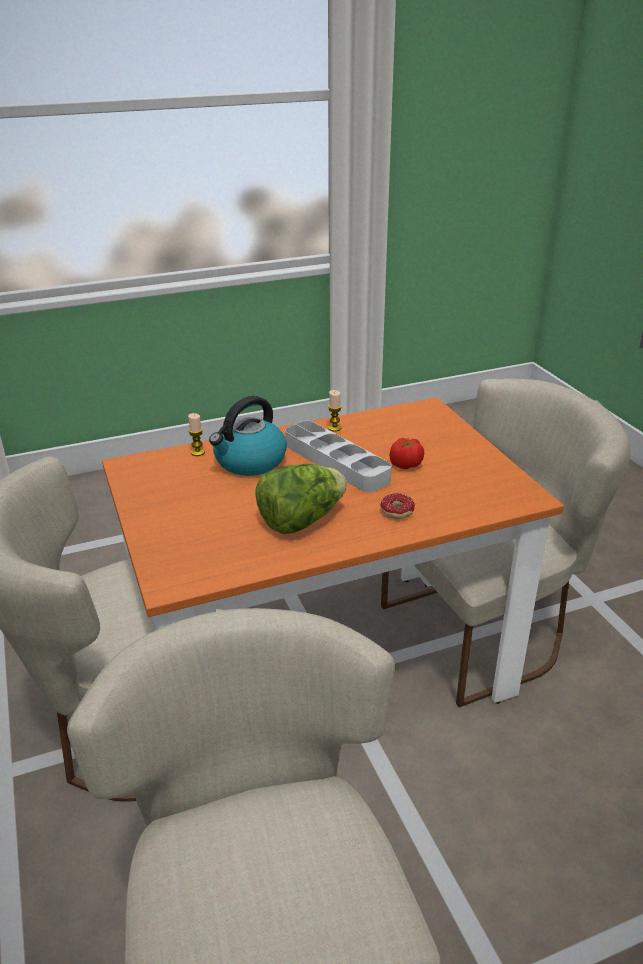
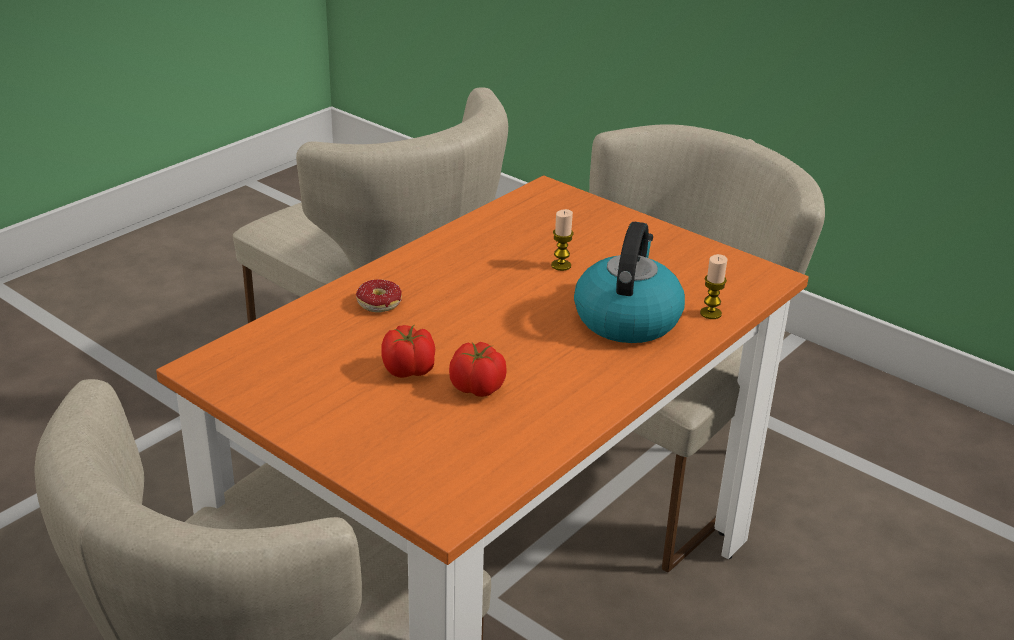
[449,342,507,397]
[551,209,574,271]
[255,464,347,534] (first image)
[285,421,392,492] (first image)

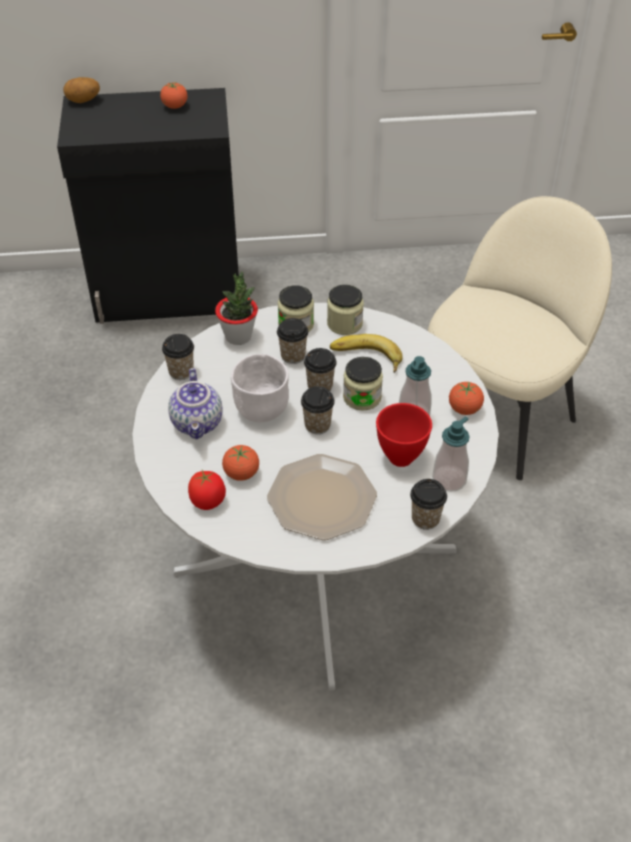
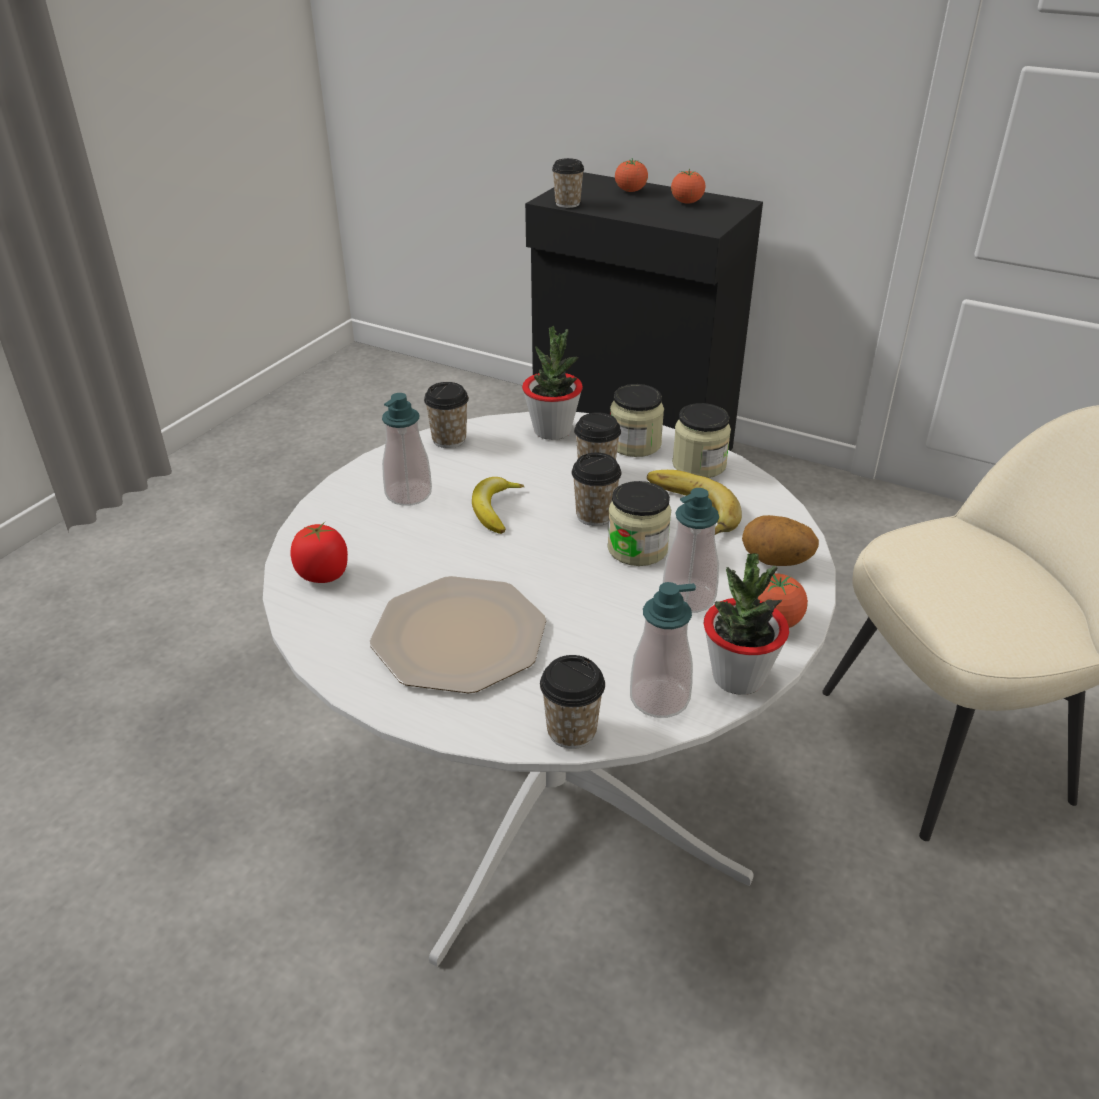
[382,393,432,506]
[472,477,524,534]
[552,158,584,208]
[615,158,648,192]
[704,553,789,695]
[742,515,819,566]
[376,403,432,467] (first image)

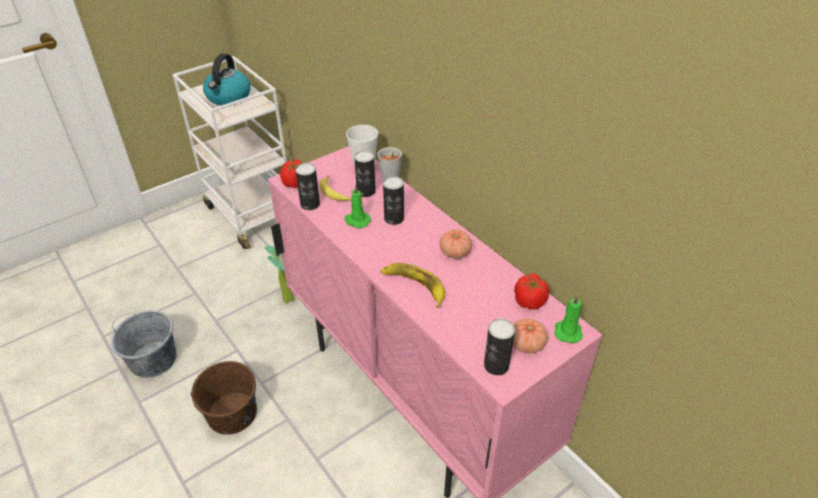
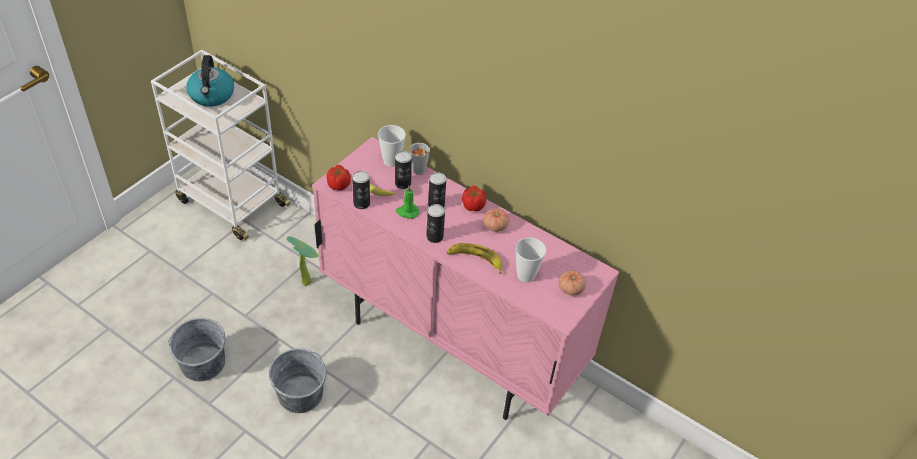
[269,348,326,413]
[426,204,445,243]
[462,186,486,211]
[515,238,546,282]
[554,294,583,343] (first image)

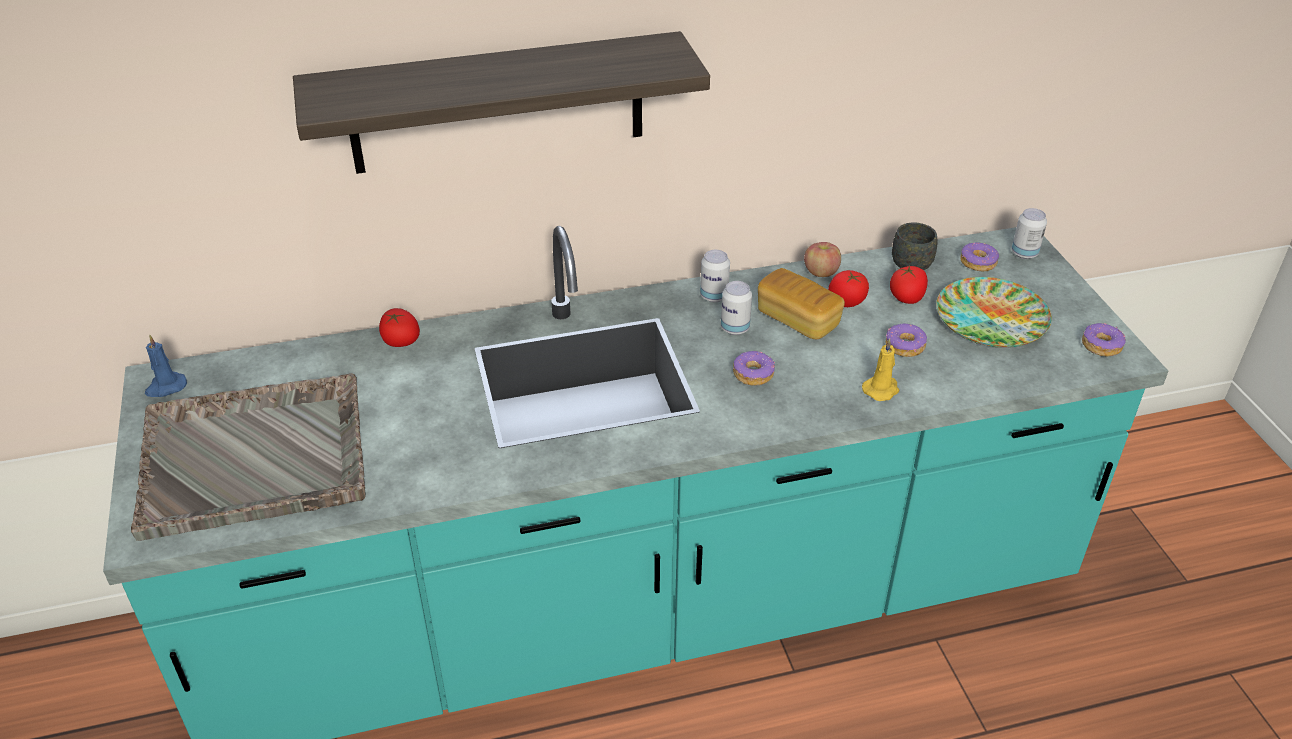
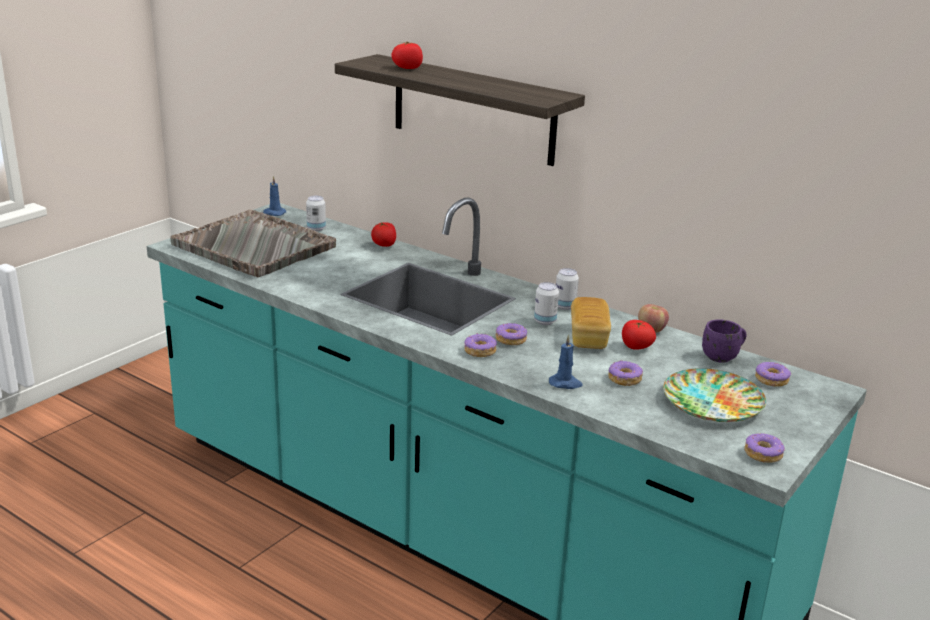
[306,196,326,231]
[391,41,423,69]
[464,333,497,357]
[549,335,582,389]
[702,319,746,363]

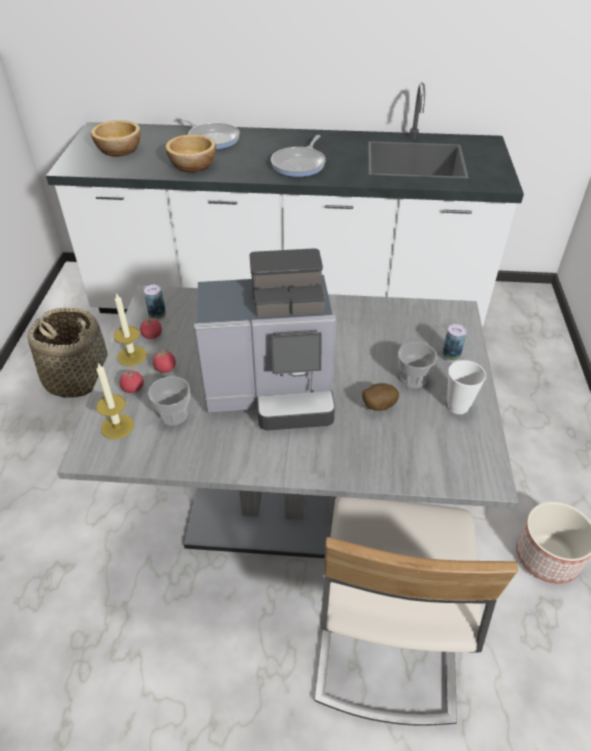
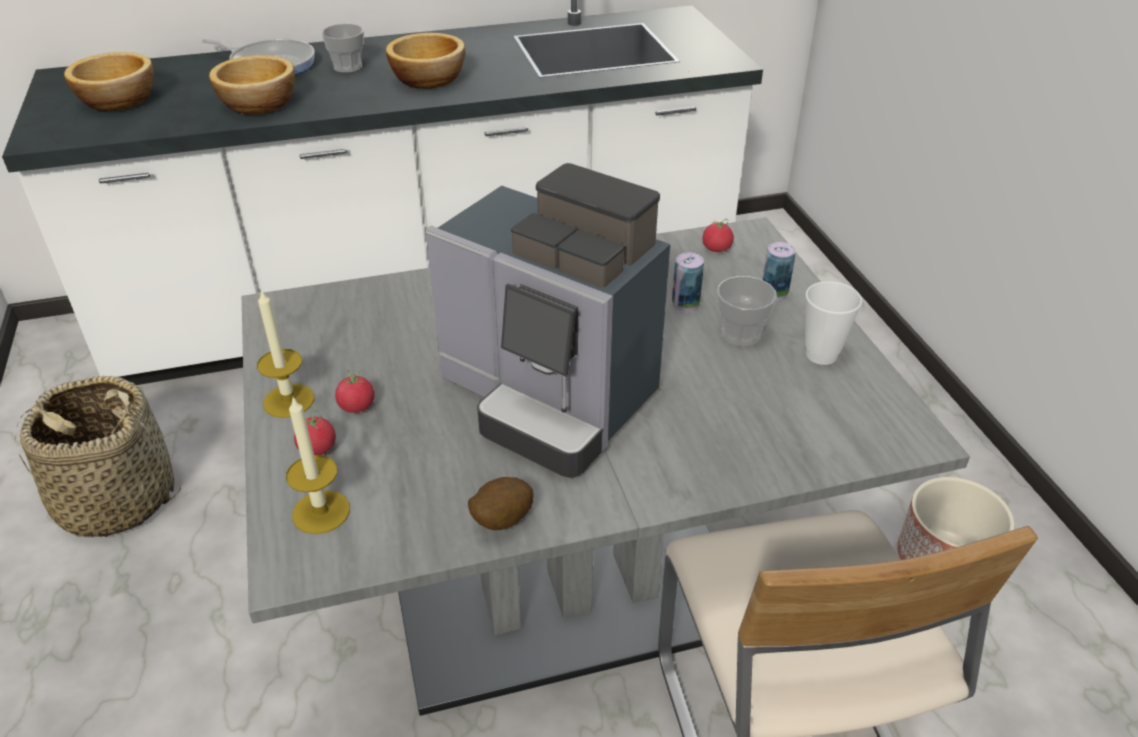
[321,24,364,73]
[386,33,465,89]
[425,163,670,478]
[468,477,534,530]
[672,253,704,313]
[702,219,734,252]

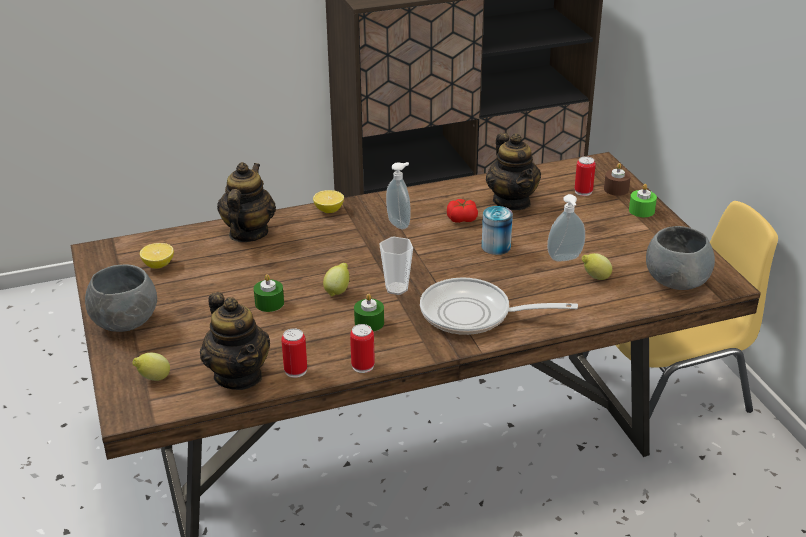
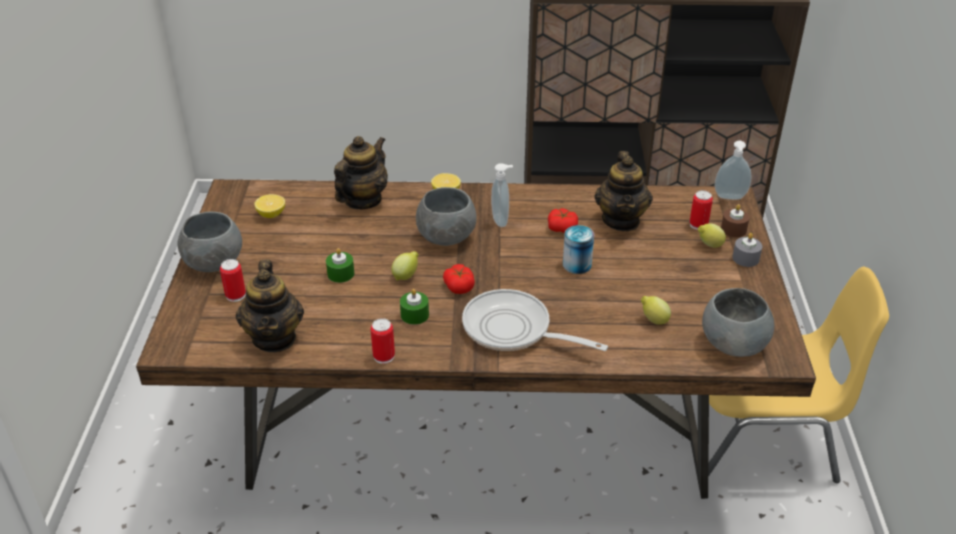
[220,259,246,302]
[416,187,477,246]
[443,264,475,294]
[698,223,726,248]
[715,141,752,200]
[732,233,762,267]

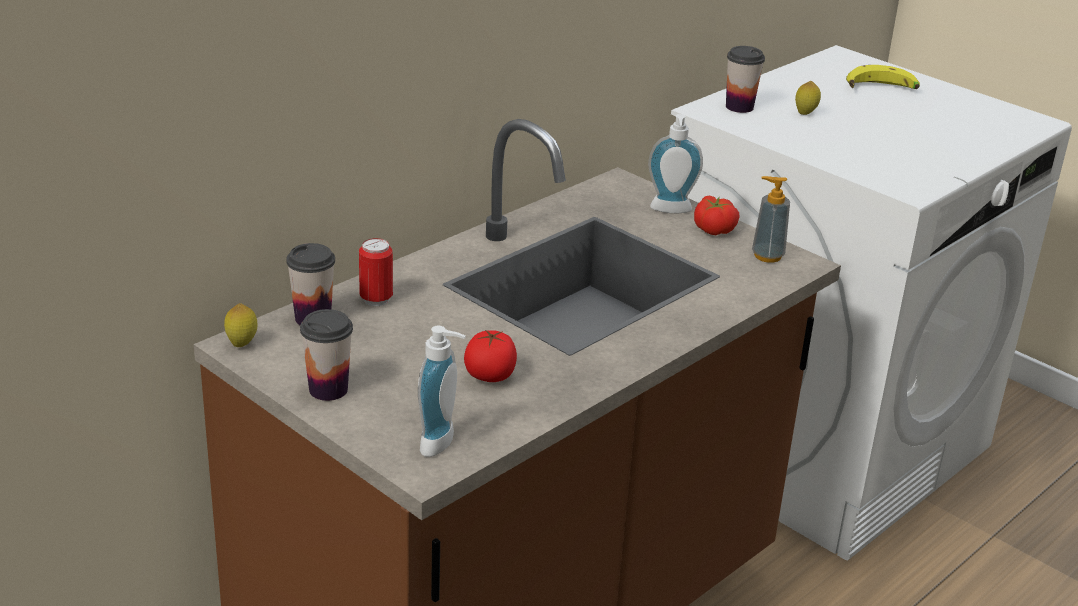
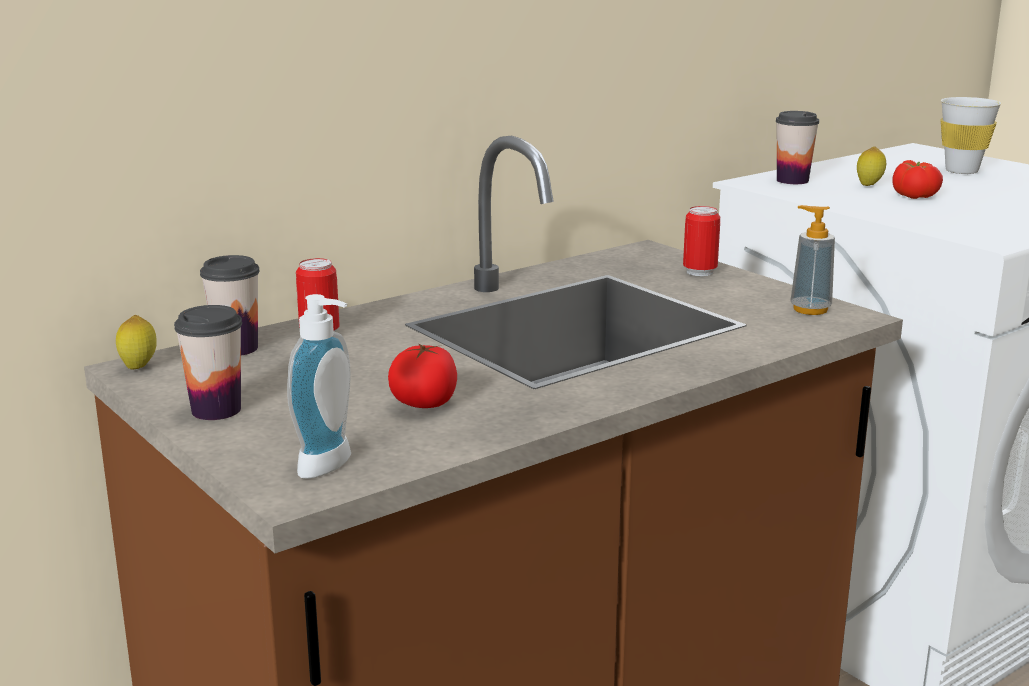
[683,206,720,276]
[892,160,943,199]
[940,97,1001,174]

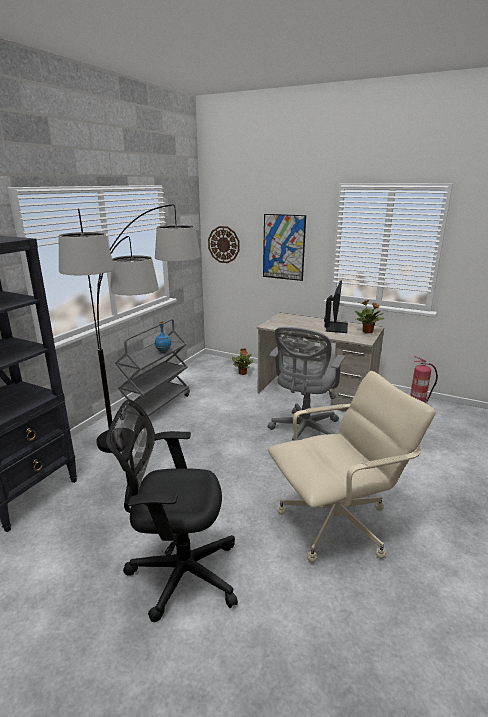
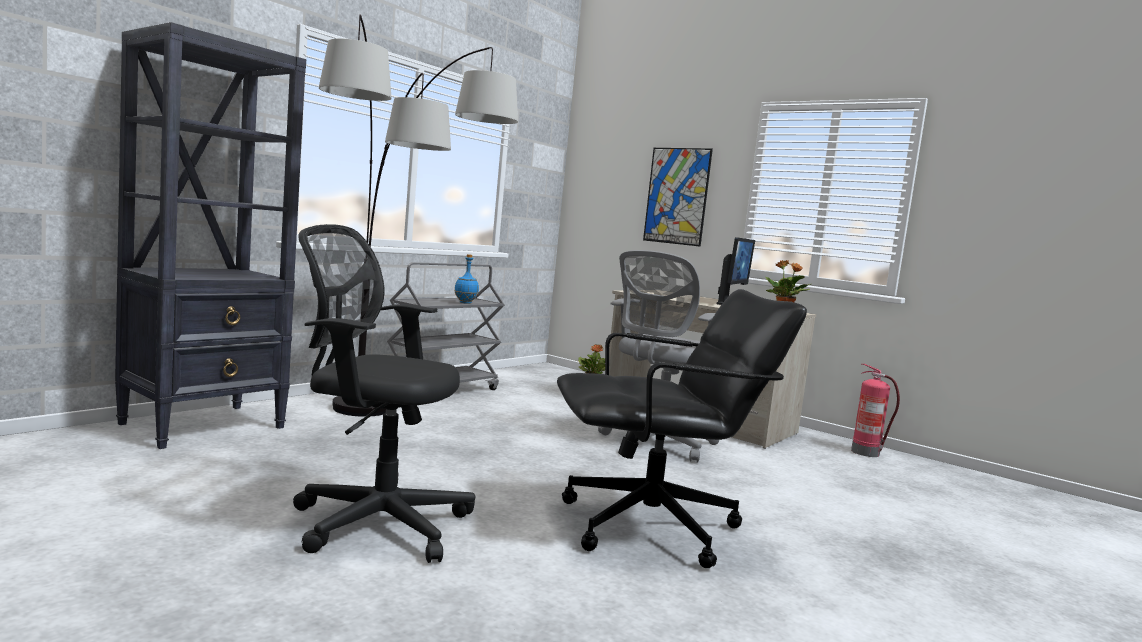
[557,289,807,568]
[208,226,239,263] (first image)

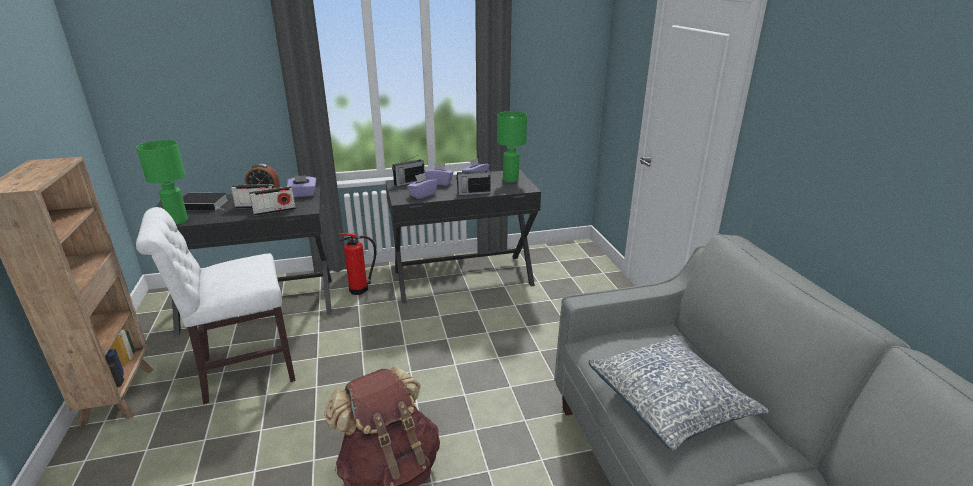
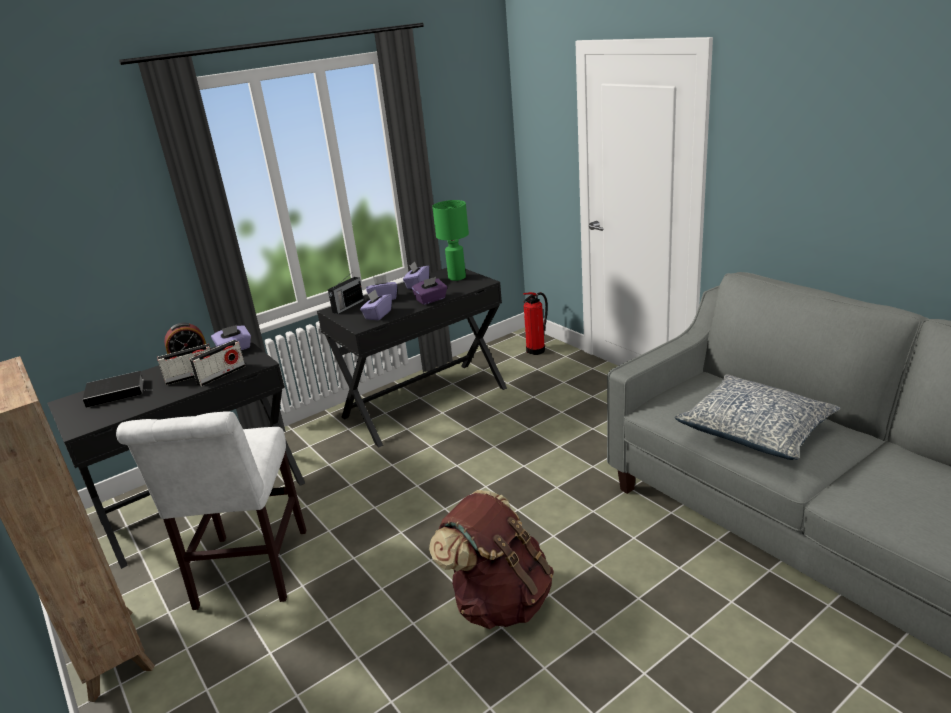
[116,411,306,610]
[412,277,447,305]
[523,292,548,355]
[136,140,188,225] (first image)

